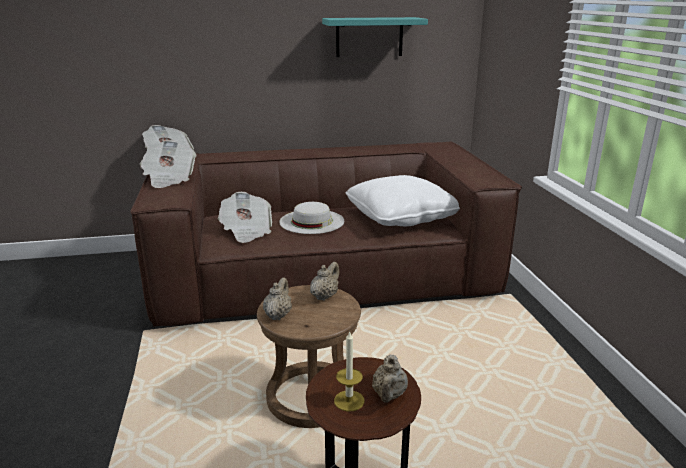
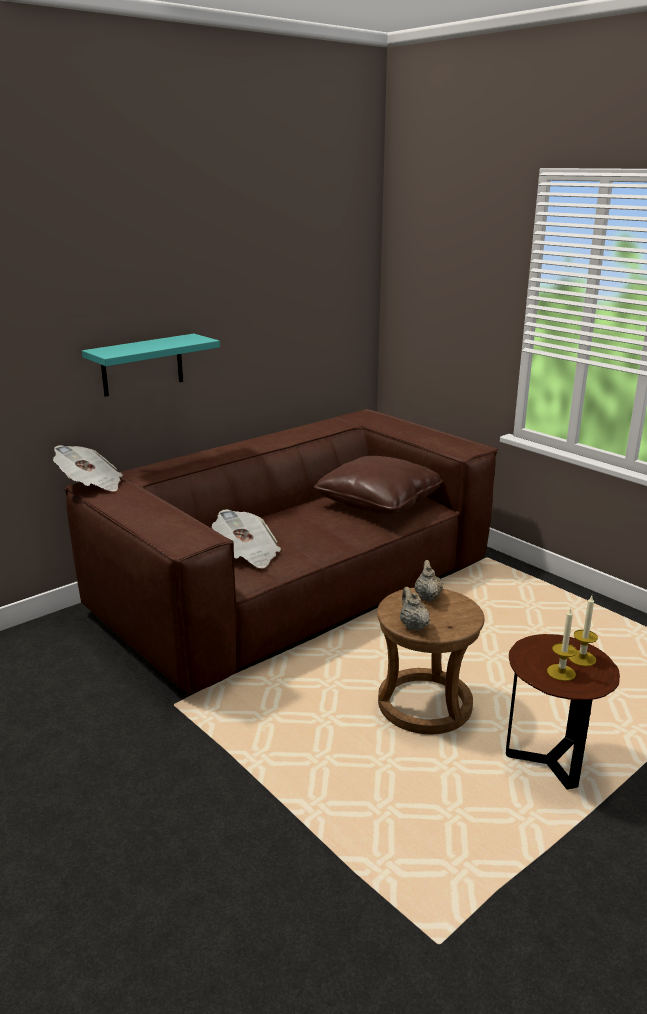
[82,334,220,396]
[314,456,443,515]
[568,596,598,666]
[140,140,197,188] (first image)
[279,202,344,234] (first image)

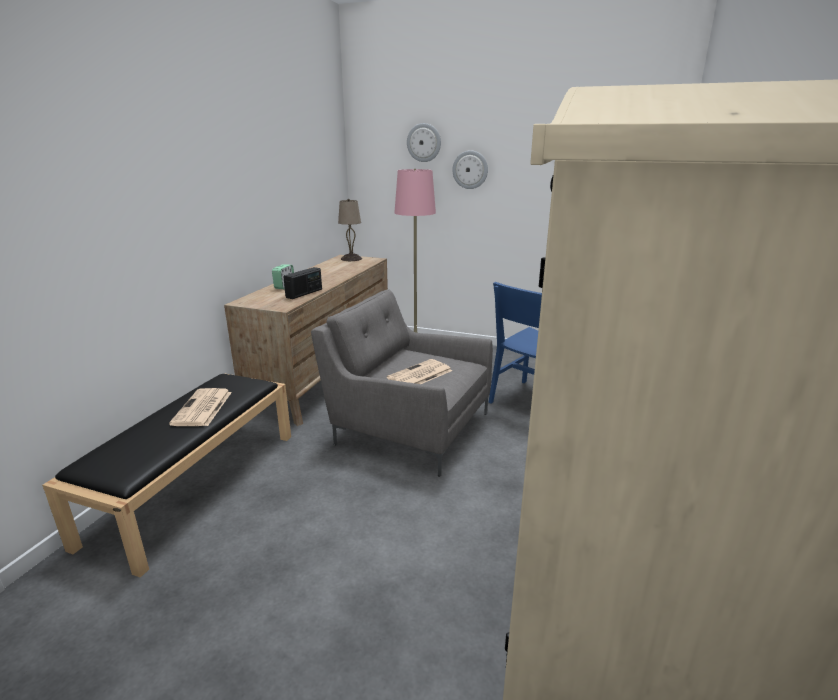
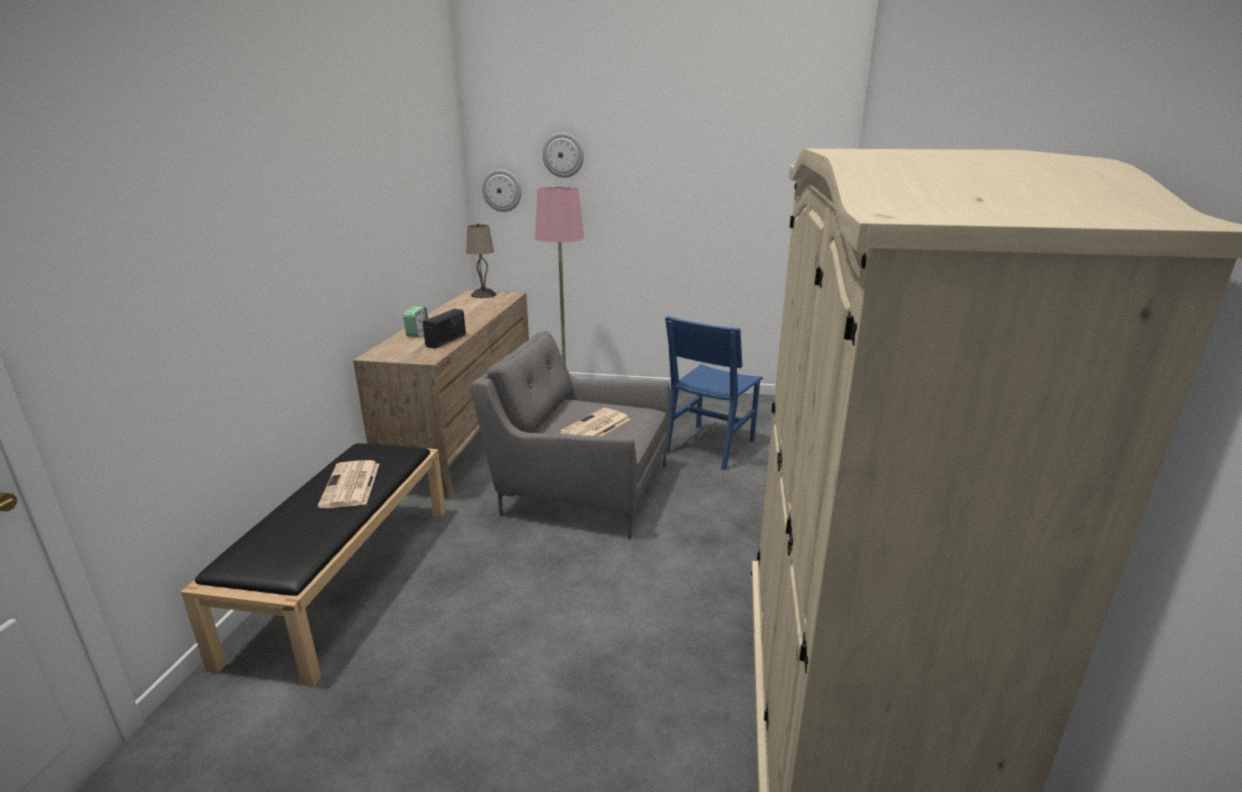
[482,169,522,212]

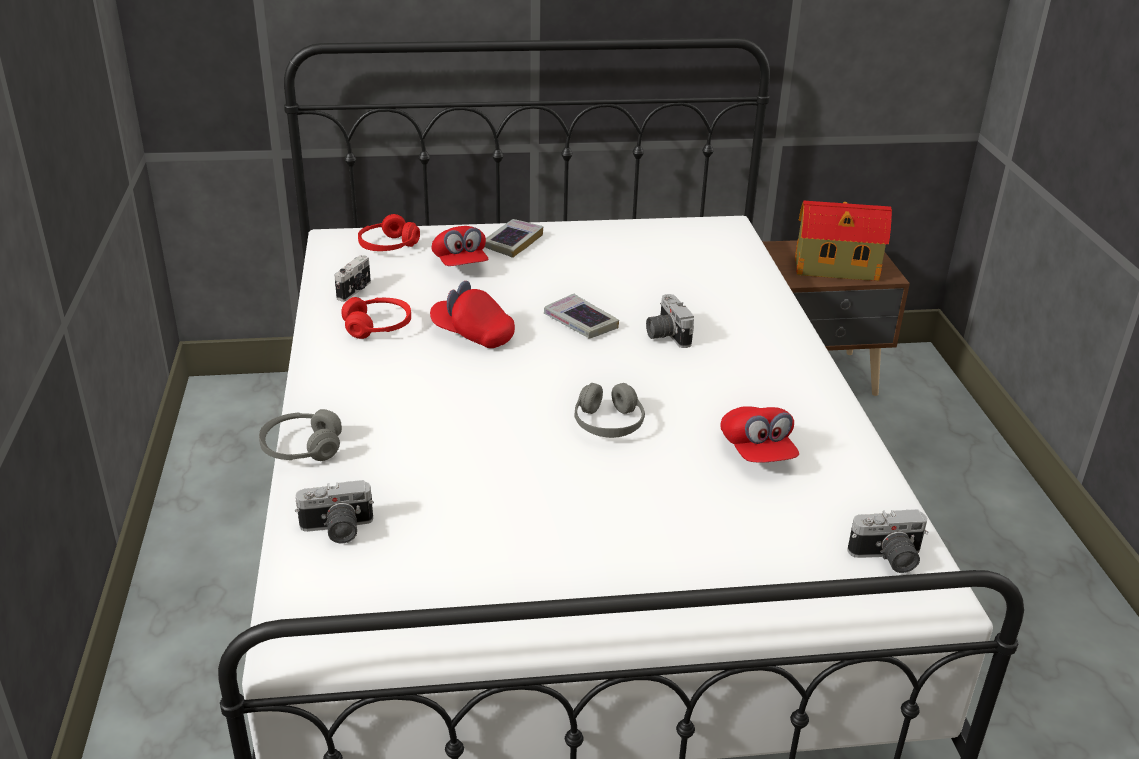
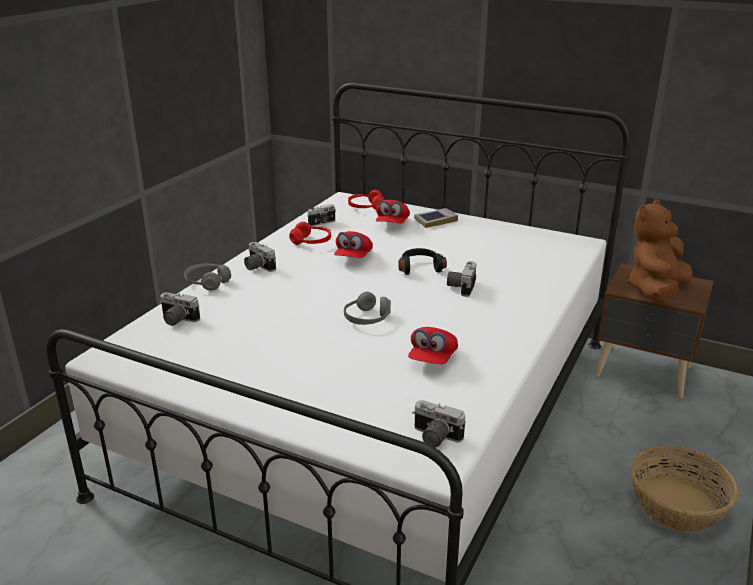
[244,242,276,272]
[334,231,373,258]
[398,248,447,275]
[628,199,693,301]
[631,446,739,533]

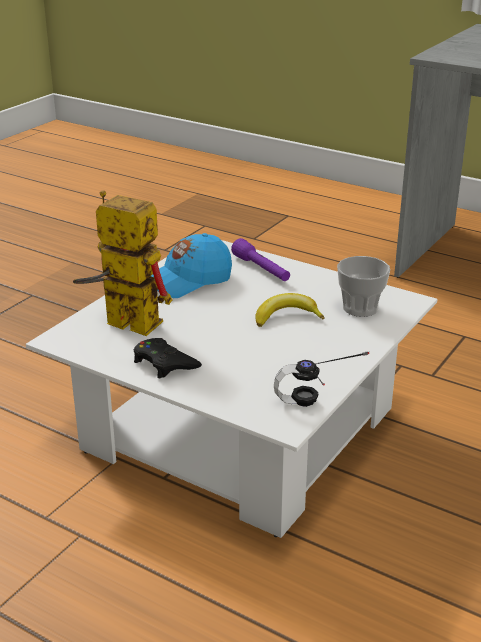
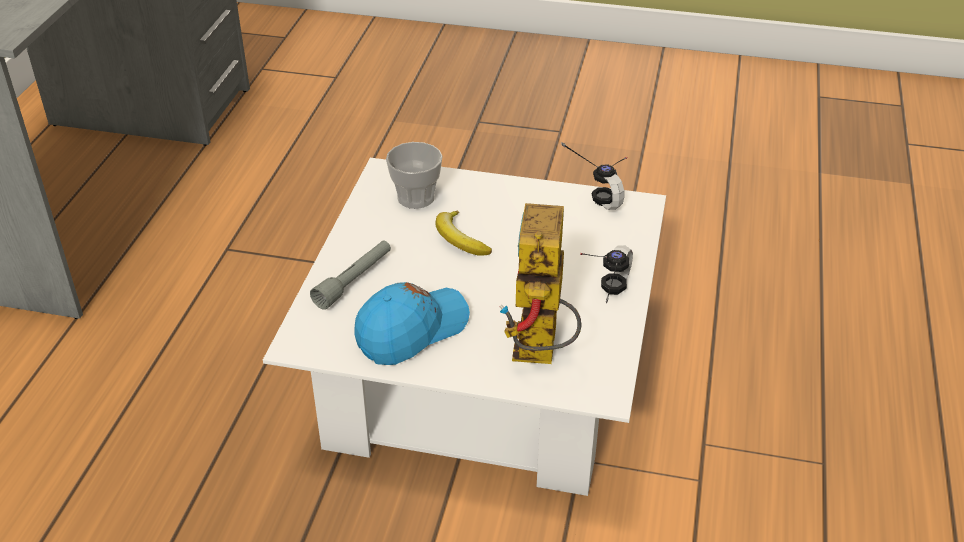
[310,240,391,310]
[355,282,470,365]
[580,245,633,303]

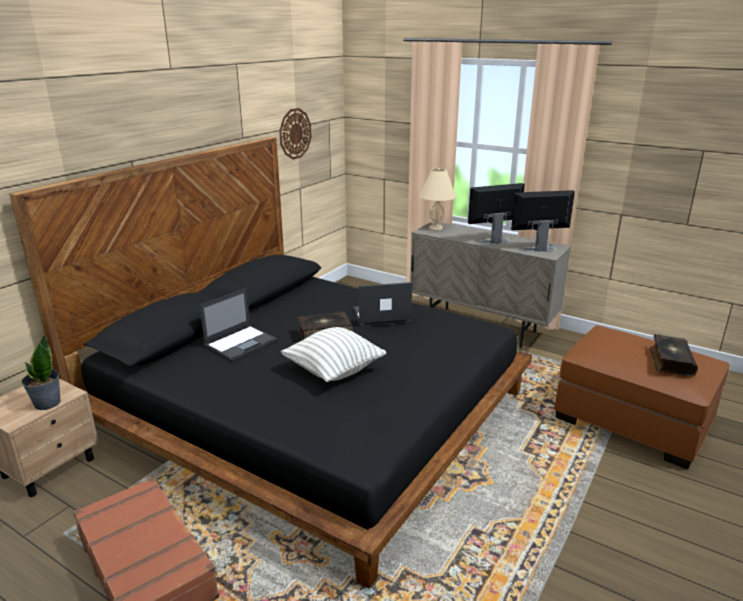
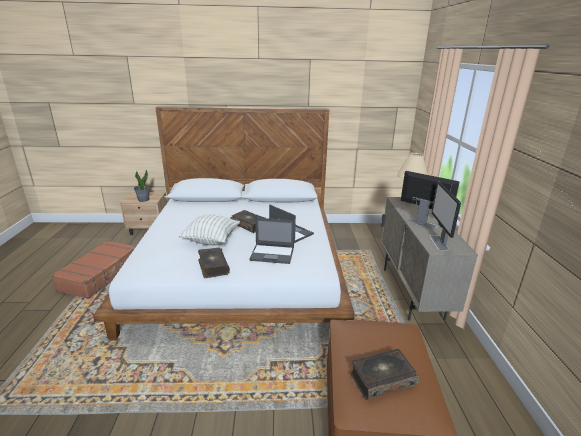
[93,106,355,340]
[198,248,230,278]
[249,218,295,264]
[429,182,461,250]
[279,108,311,160] (first image)

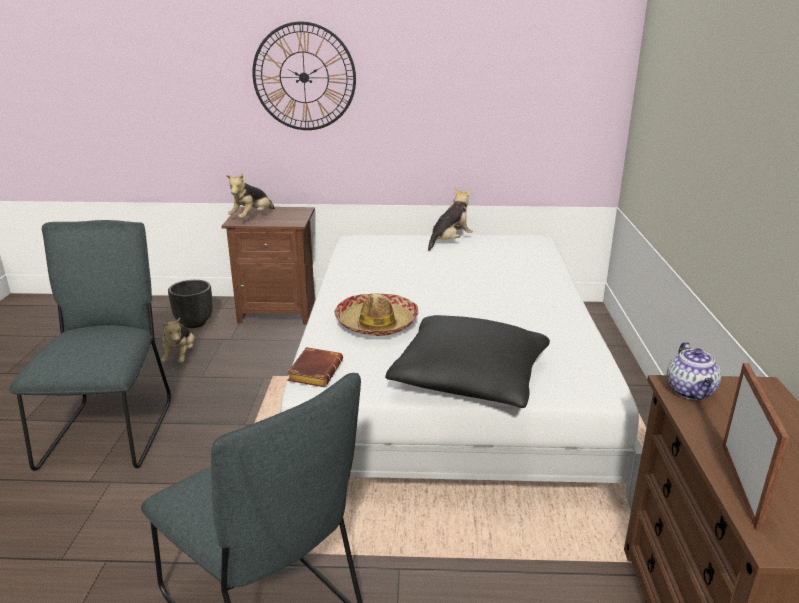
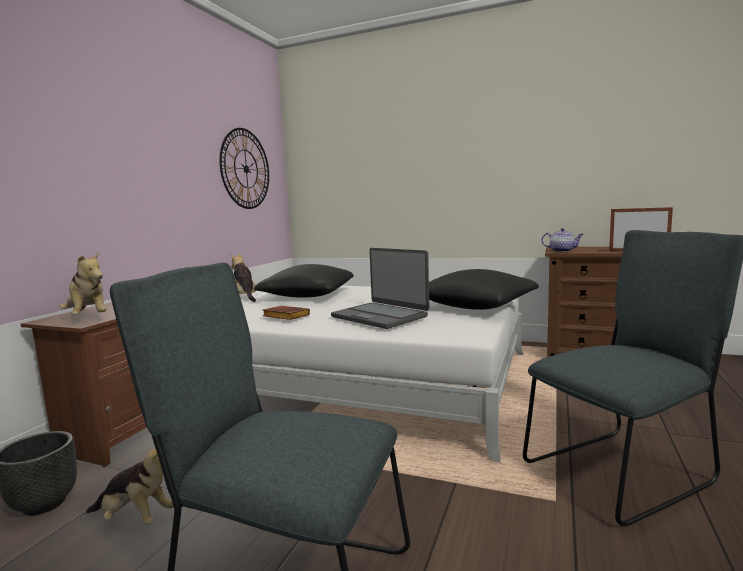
[220,128,269,209]
[254,264,354,298]
[262,306,310,320]
[331,248,429,329]

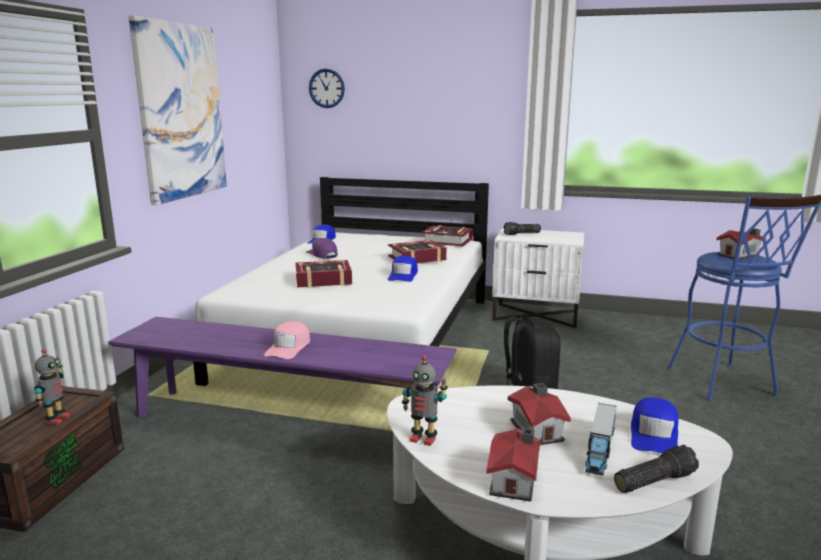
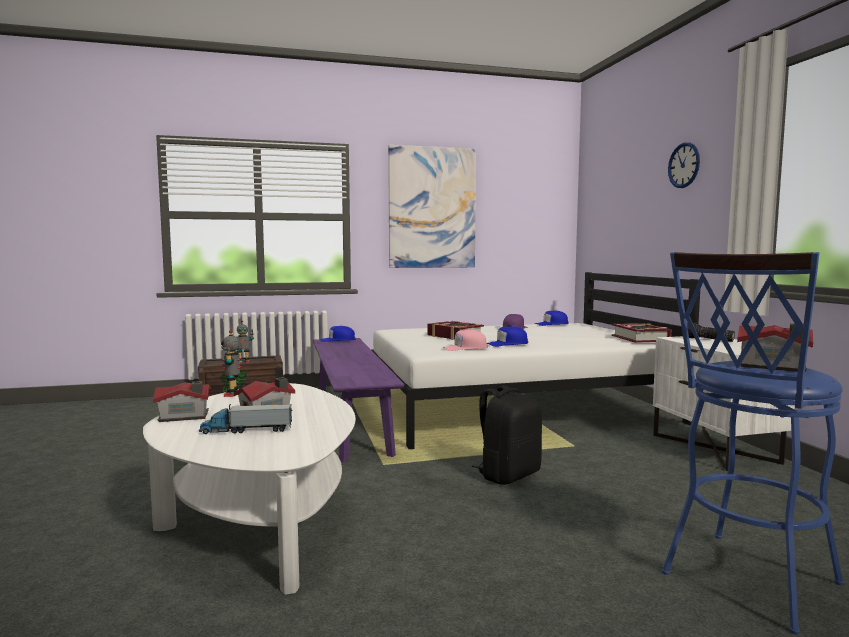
[320,326,356,342]
[443,330,488,351]
[668,142,700,188]
[388,240,447,263] (first image)
[614,445,699,493] (first image)

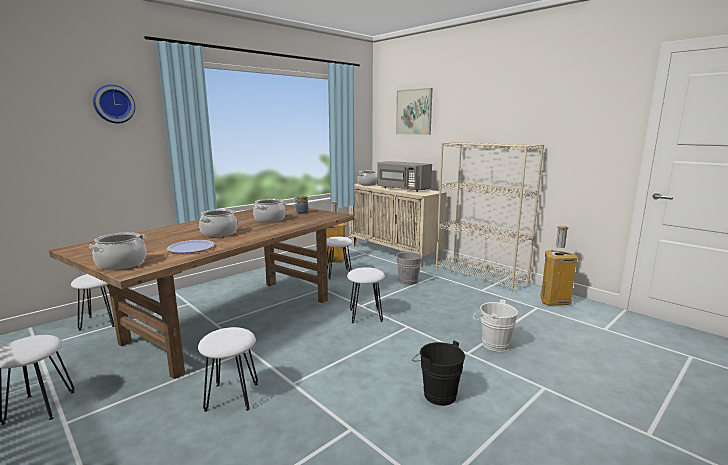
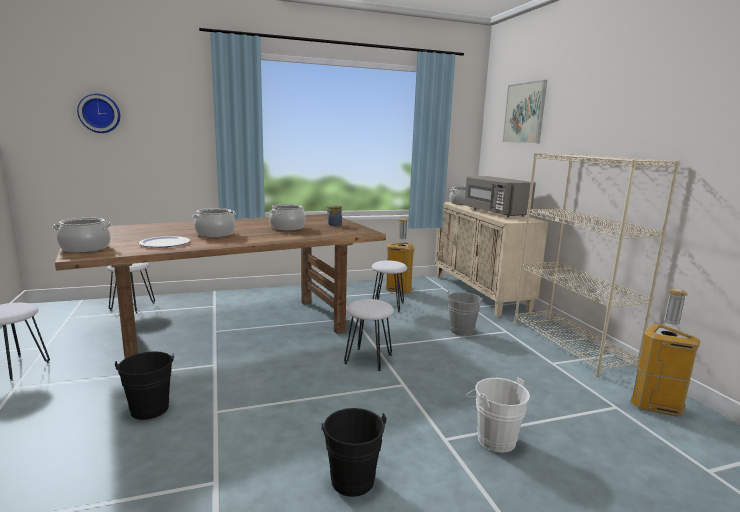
[77,93,120,133]
[115,351,174,420]

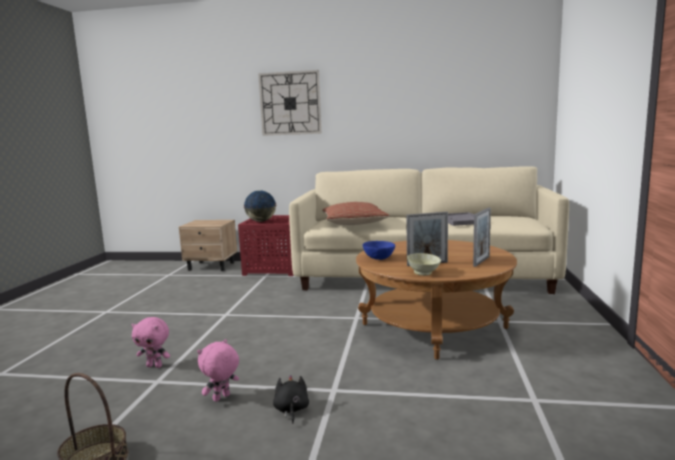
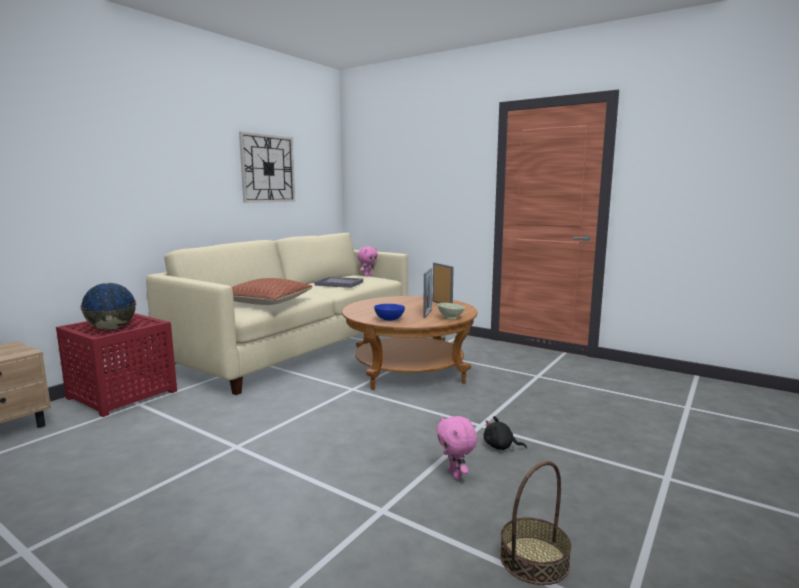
[239,132,295,203]
[357,246,378,277]

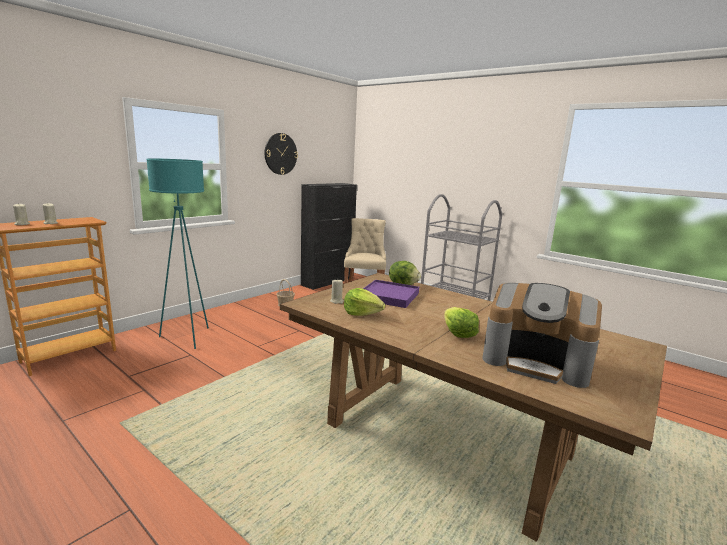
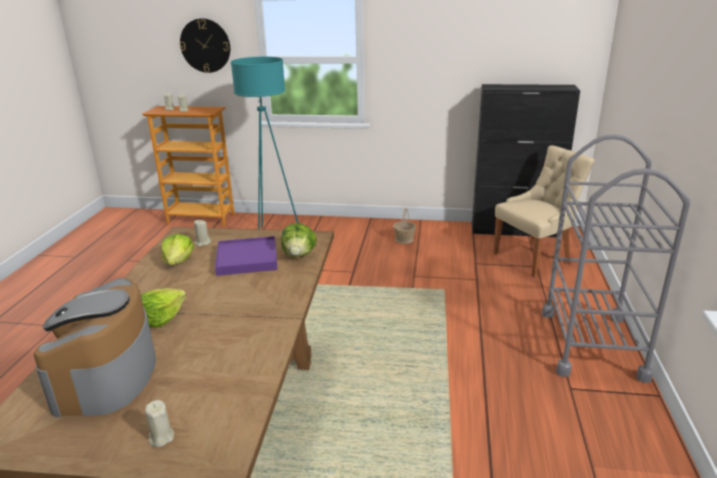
[145,400,174,447]
[180,18,230,73]

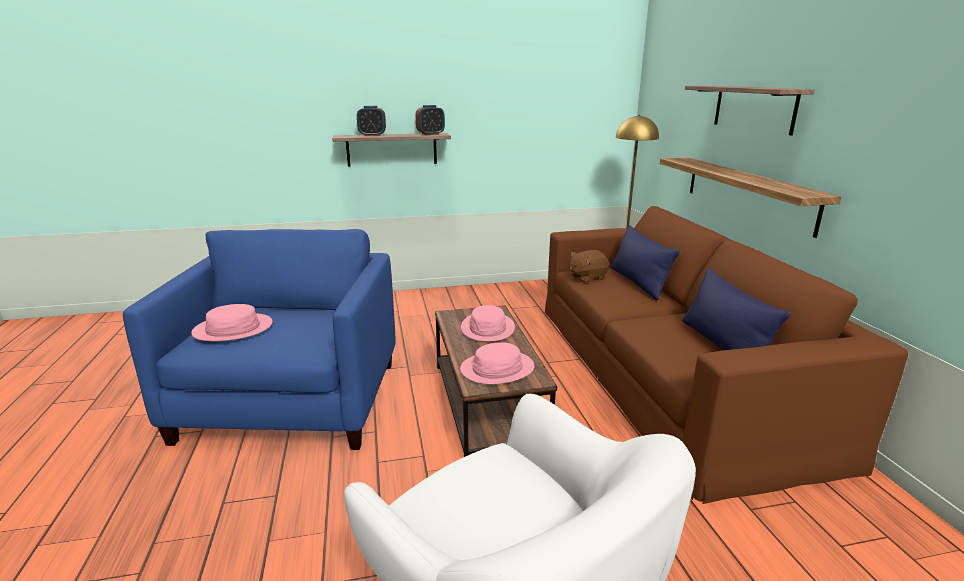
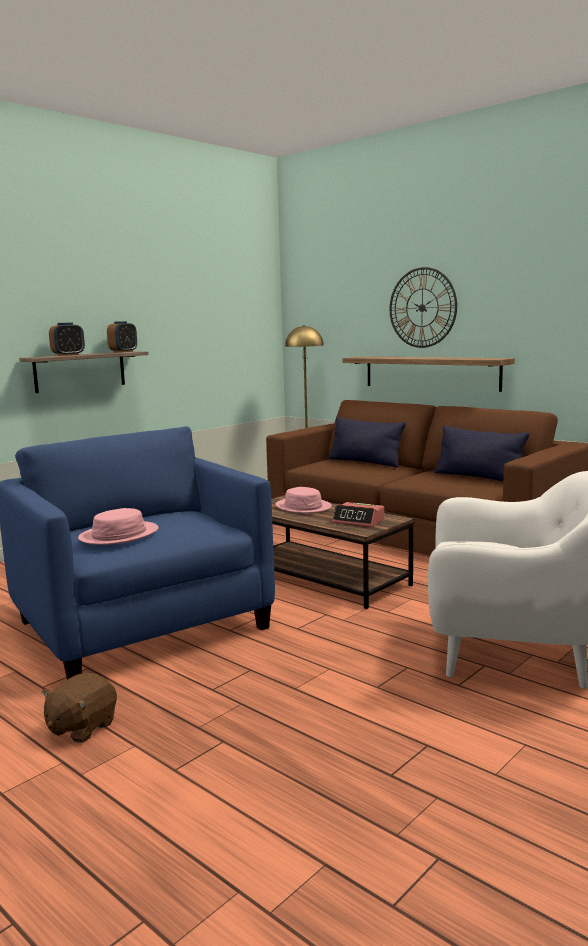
[42,673,117,743]
[332,502,384,527]
[390,267,457,348]

